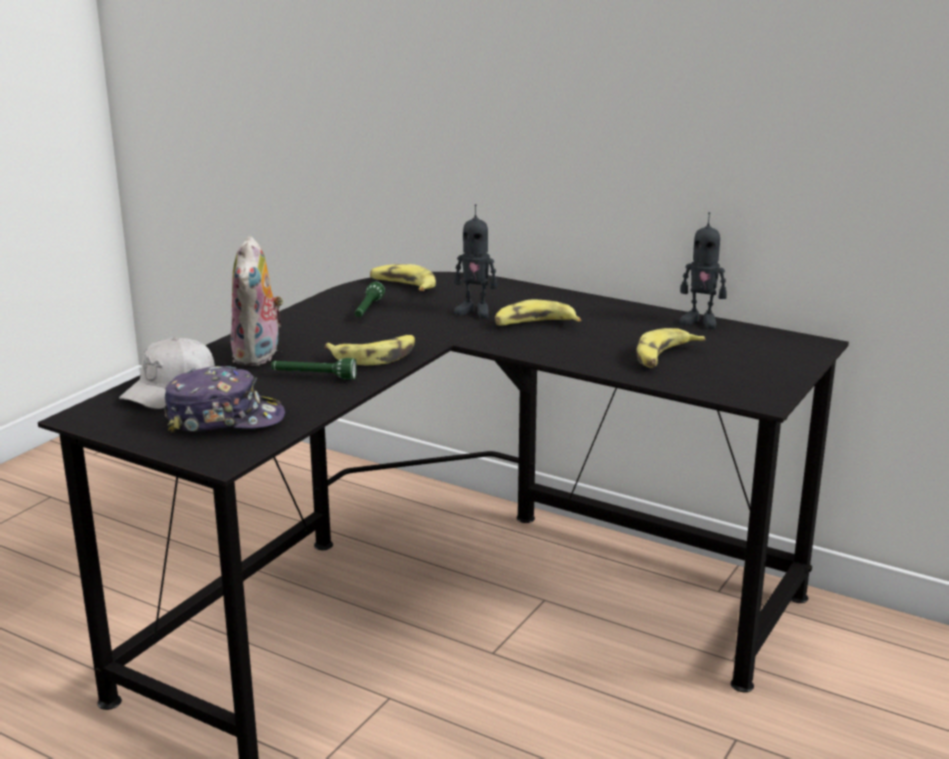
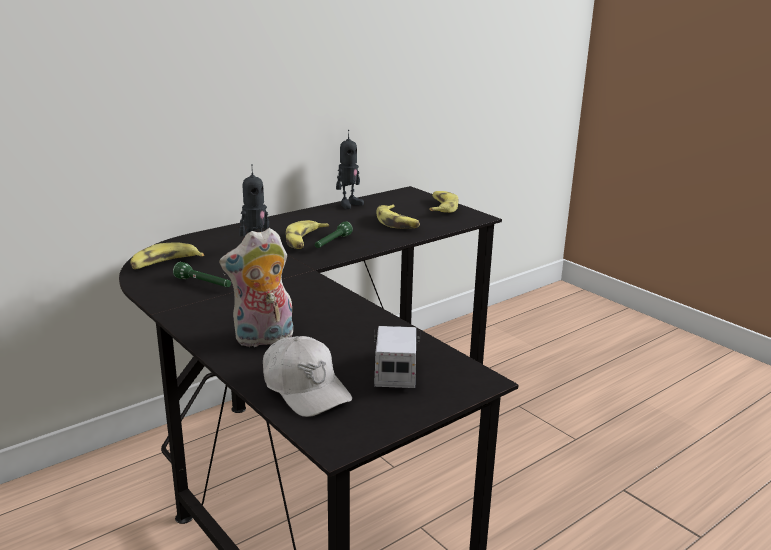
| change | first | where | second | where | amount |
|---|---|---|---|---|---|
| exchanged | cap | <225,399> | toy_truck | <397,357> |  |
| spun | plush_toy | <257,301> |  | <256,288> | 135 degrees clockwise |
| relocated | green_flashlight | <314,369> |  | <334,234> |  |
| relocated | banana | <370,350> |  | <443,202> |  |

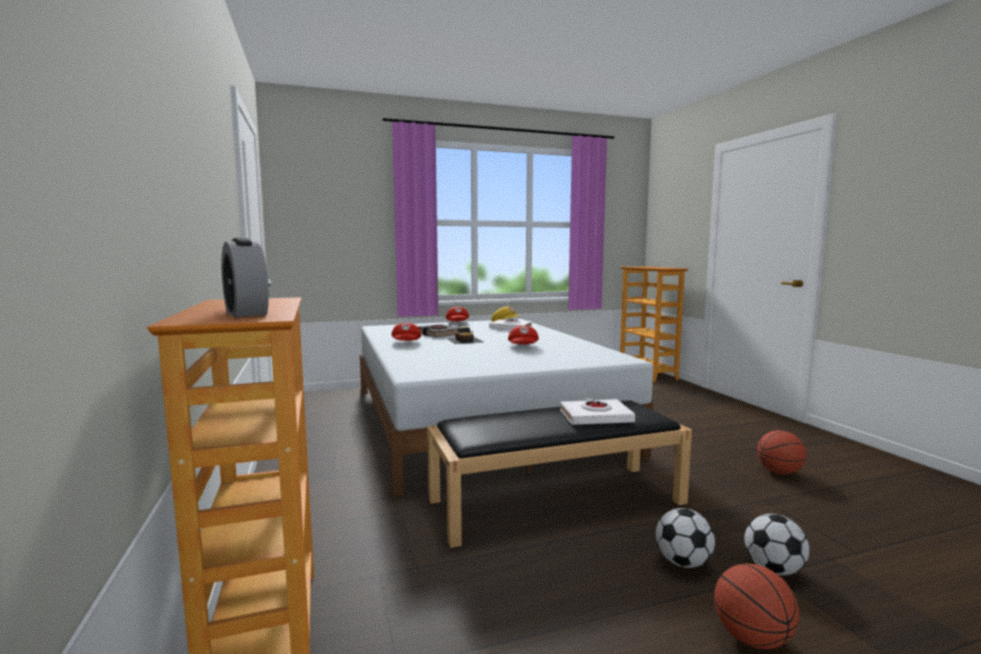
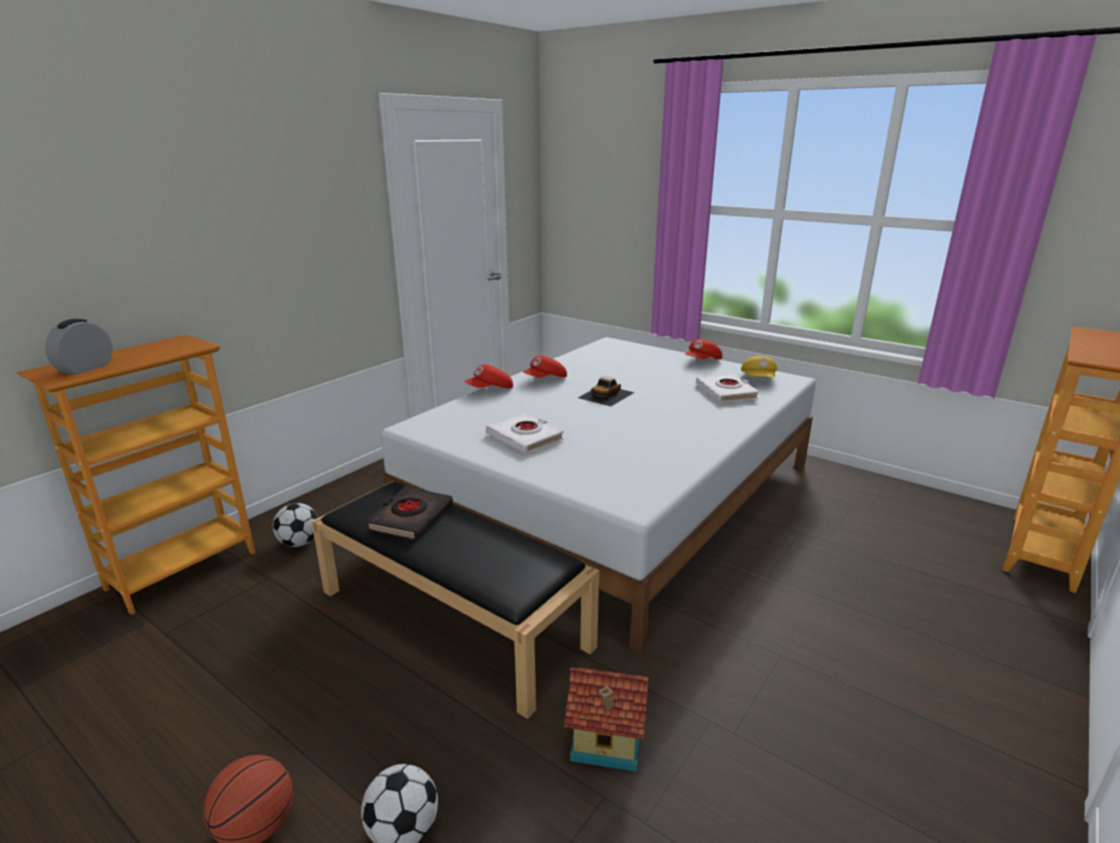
| change | first | where | second | where | amount |
|---|---|---|---|---|---|
| relocated | black_book | <437,330> |  | <409,513> |  |
| relocated | red_cap | <523,335> |  | <489,376> |  |
| relocated | white_book | <597,411> |  | <525,433> |  |
| relocated | football | <685,538> |  | <295,525> |  |
| missing | basketball | <781,452> |  |  |  |
| appeared |  |  | toy_house | <606,719> |  |

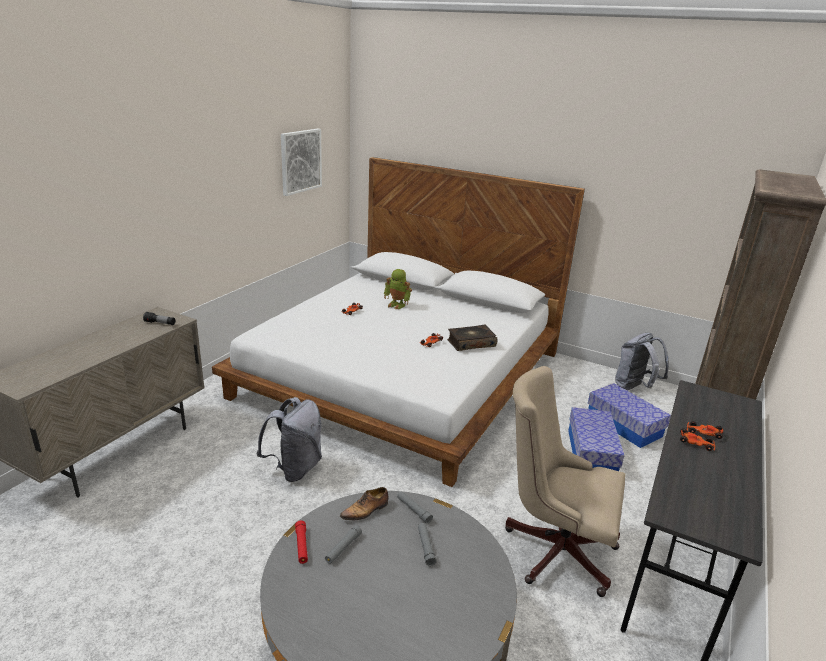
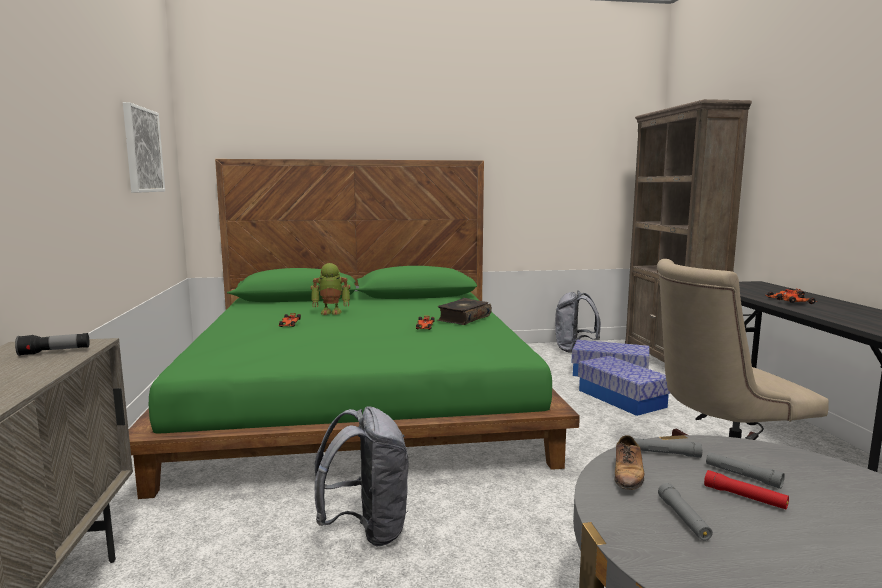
| change | first | where | second | where | amount |
|---|---|---|---|---|---|
| colour | white_bed | <398,322> | green_bed | <354,329> |  |
| relocated | red_flashlight | <301,542> |  | <746,489> |  |

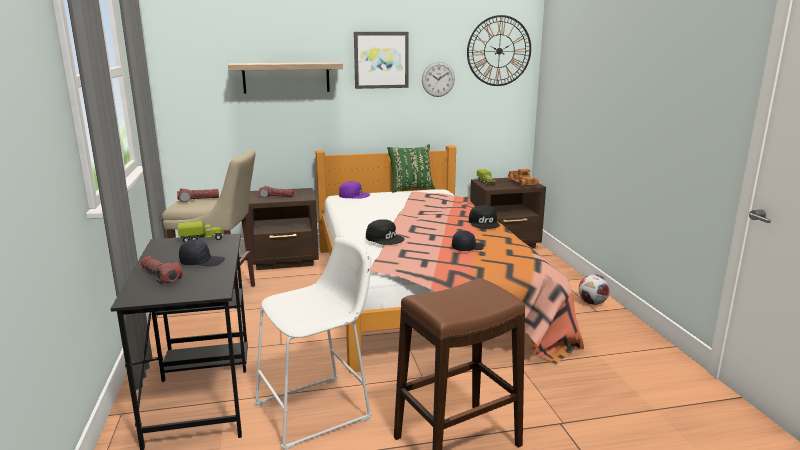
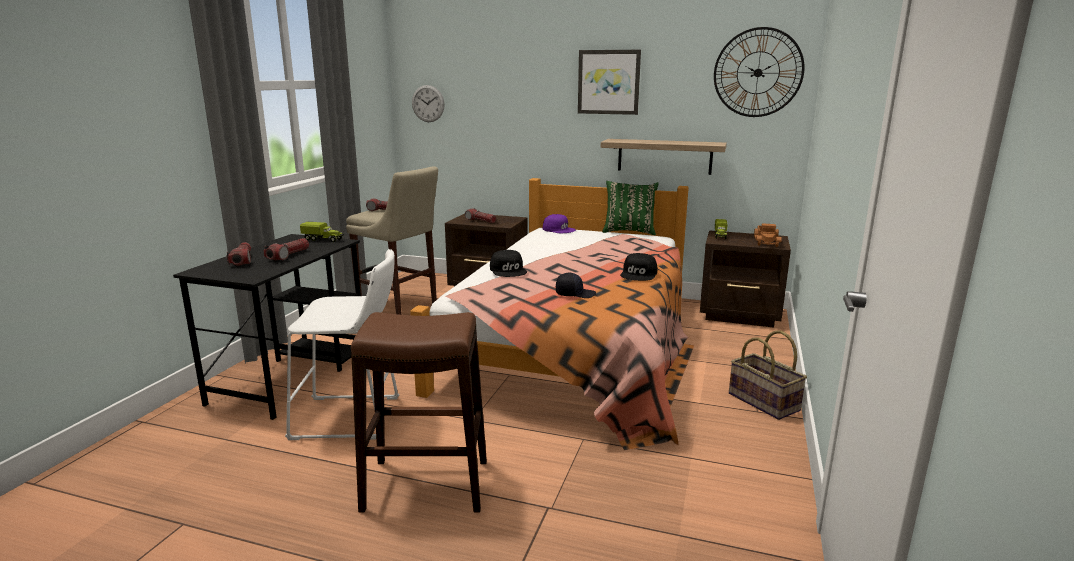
| change | first | where | second | where | amount |
|---|---|---|---|---|---|
| exchanged | black_cap | <202,252> | flashlight | <286,249> |  |
| relocated | shelf | <285,77> |  | <664,157> |  |
| relocated | wall_clock | <438,79> |  | <428,103> |  |
| exchanged | football | <594,289> | basket | <768,375> |  |

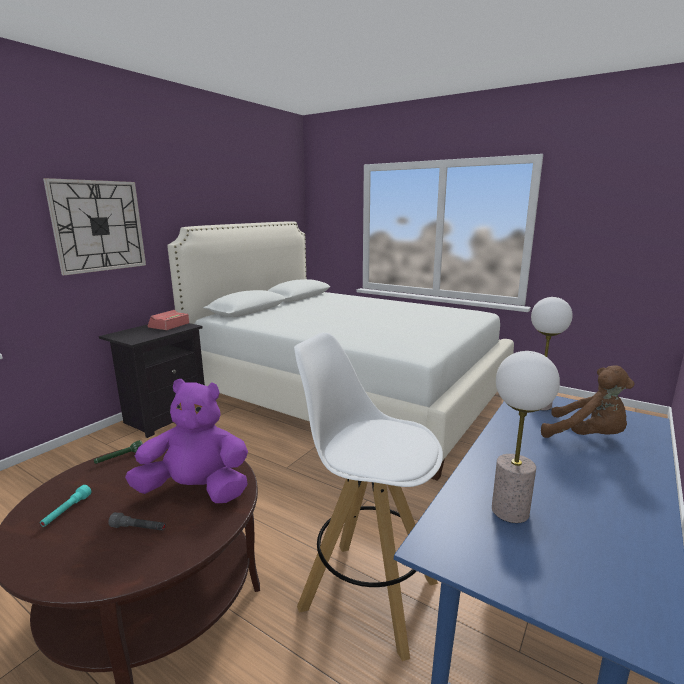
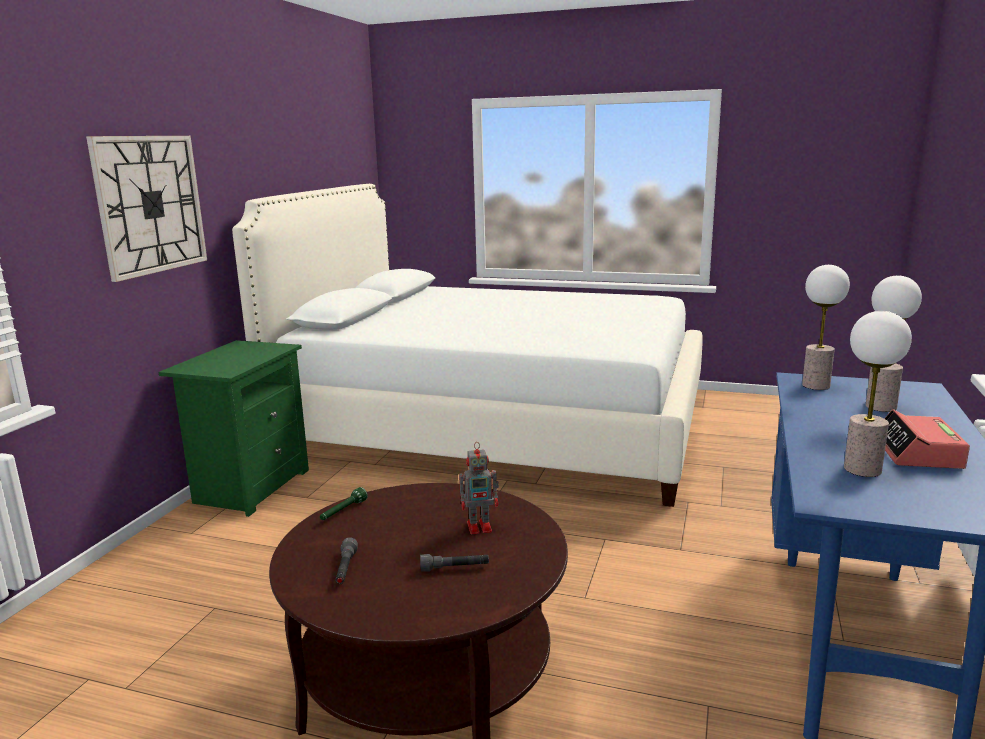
| change | first | where | second | where | amount |
|---|---|---|---|---|---|
| colour | turquoise_flashlight | <65,506> | grey_flashlight | <346,560> |  |
| colour | black_nightstand | <152,380> | green_nightstand | <233,428> |  |
| exchanged | purple_plush_toy | <186,441> | toy_robot | <479,488> |  |
| relocated | alarm_clock | <168,320> |  | <927,439> |  |
| missing | white_stool | <368,496> |  |  |  |
| exchanged | brown_plush_toy | <588,401> | table_lamp | <894,344> |  |

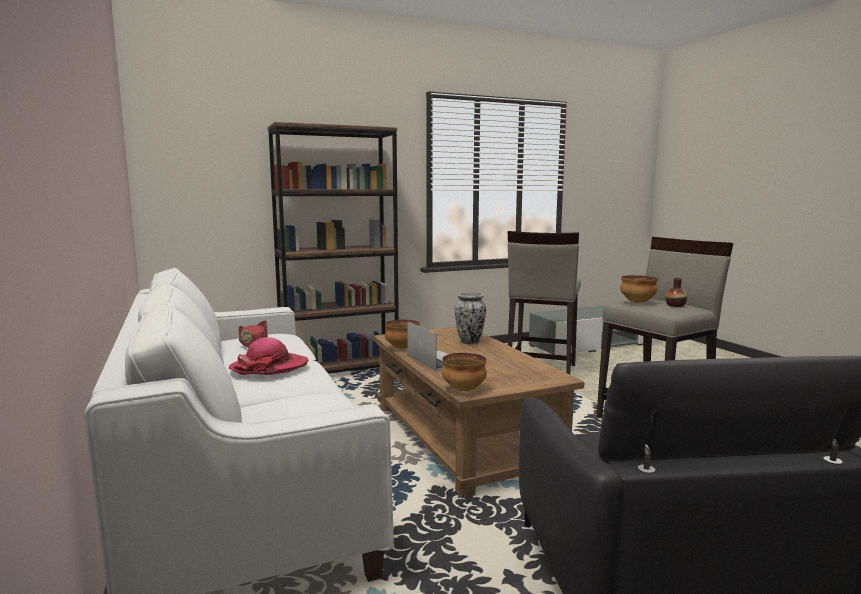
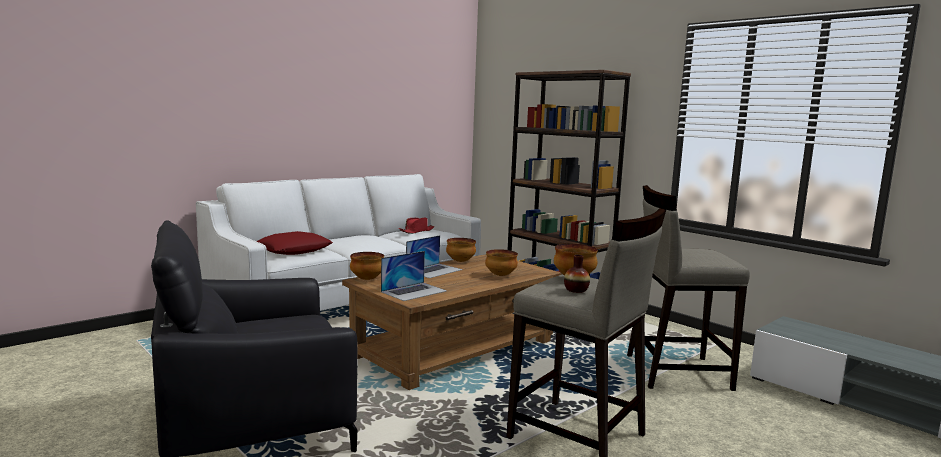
| change | first | where | second | where | amount |
|---|---|---|---|---|---|
| missing | hat | <268,356> |  |  |  |
| exchanged | vase | <470,318> | bowl | <501,262> |  |
| appeared |  |  | red_pillow | <295,243> |  |
| appeared |  |  | laptop | <413,276> |  |

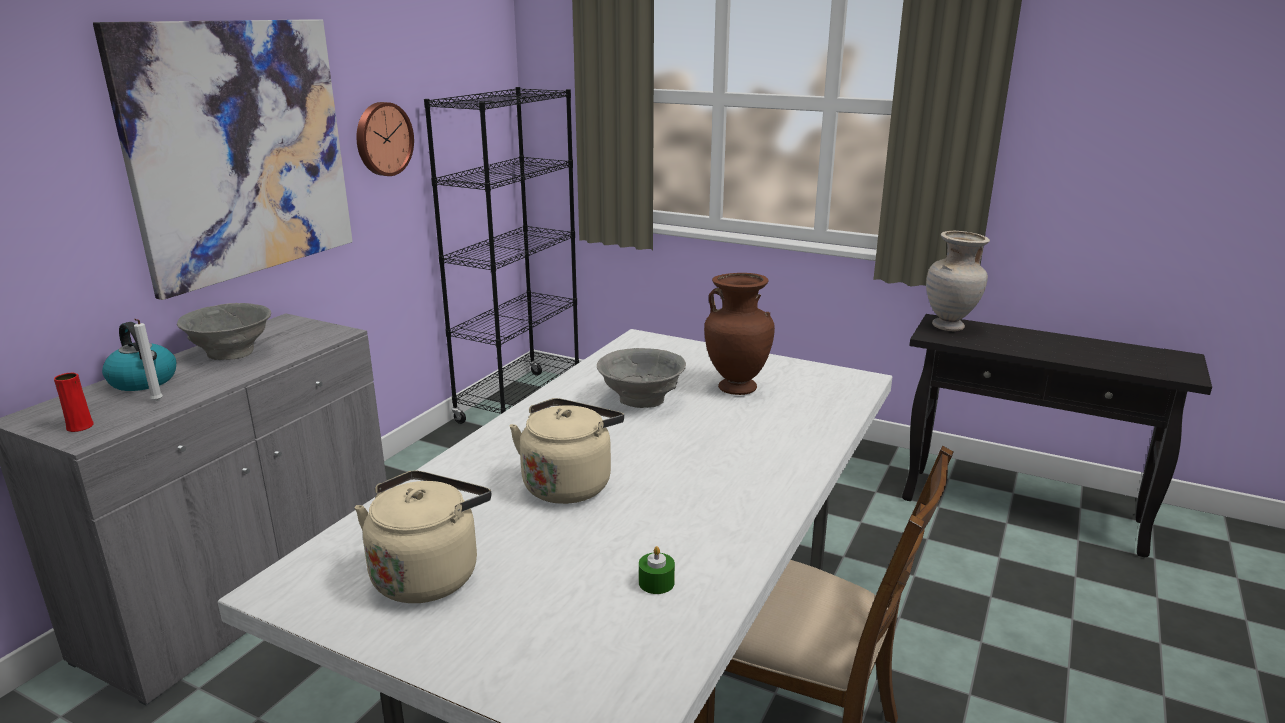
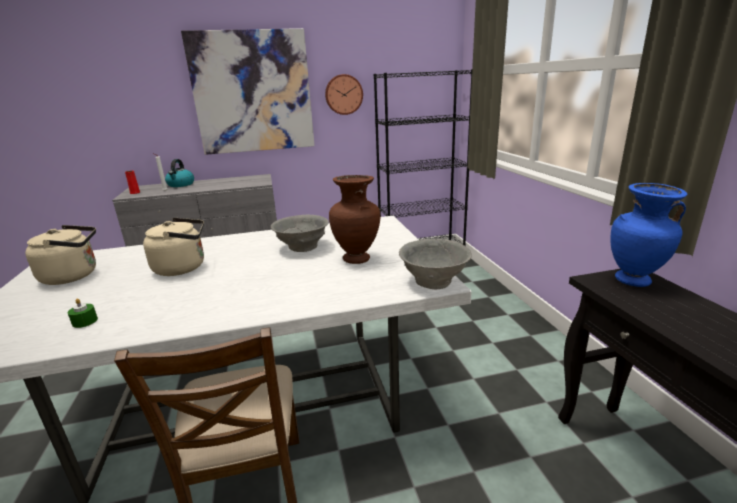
| change | first | where | second | where | amount |
|---|---|---|---|---|---|
| relocated | grey_bowl | <224,331> |  | <435,264> |  |
| colour | beige_vase | <958,281> | blue_vase | <648,235> |  |

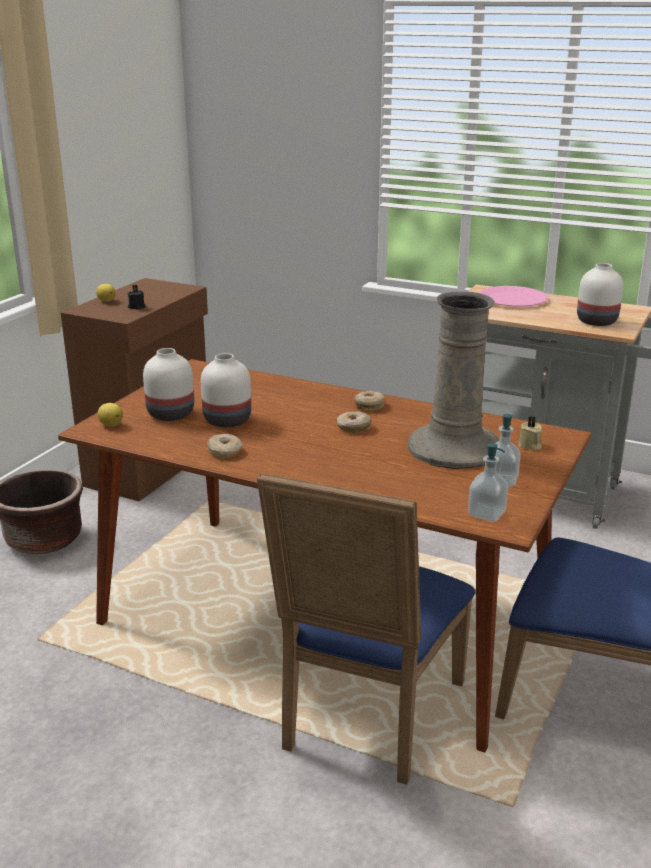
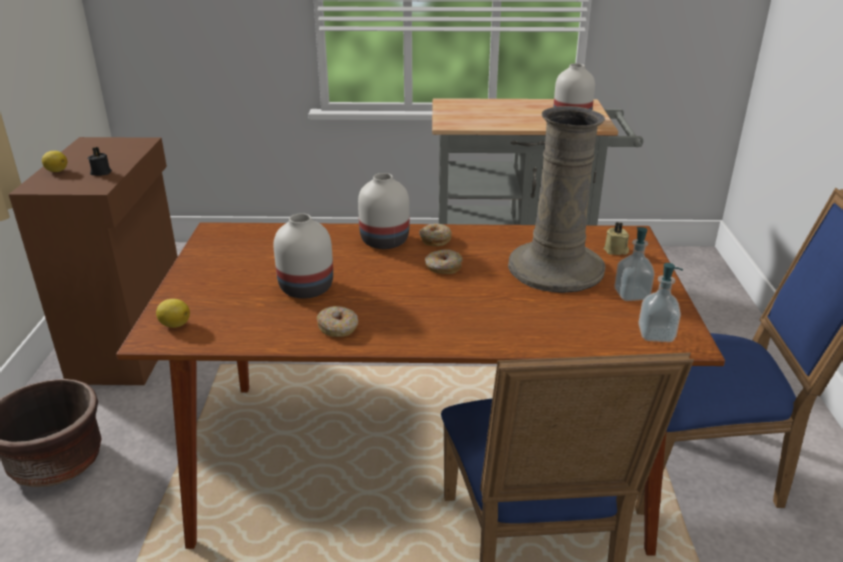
| change | first | where | second | where | amount |
|---|---|---|---|---|---|
| relocated | white_vase | <168,384> |  | <383,211> |  |
| missing | pink_plate | <513,296> |  |  |  |

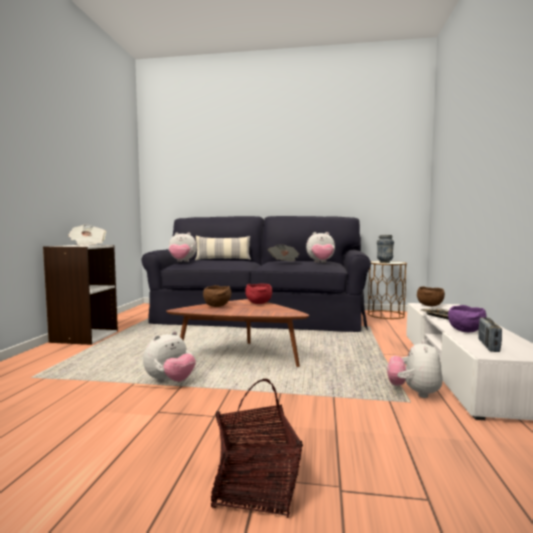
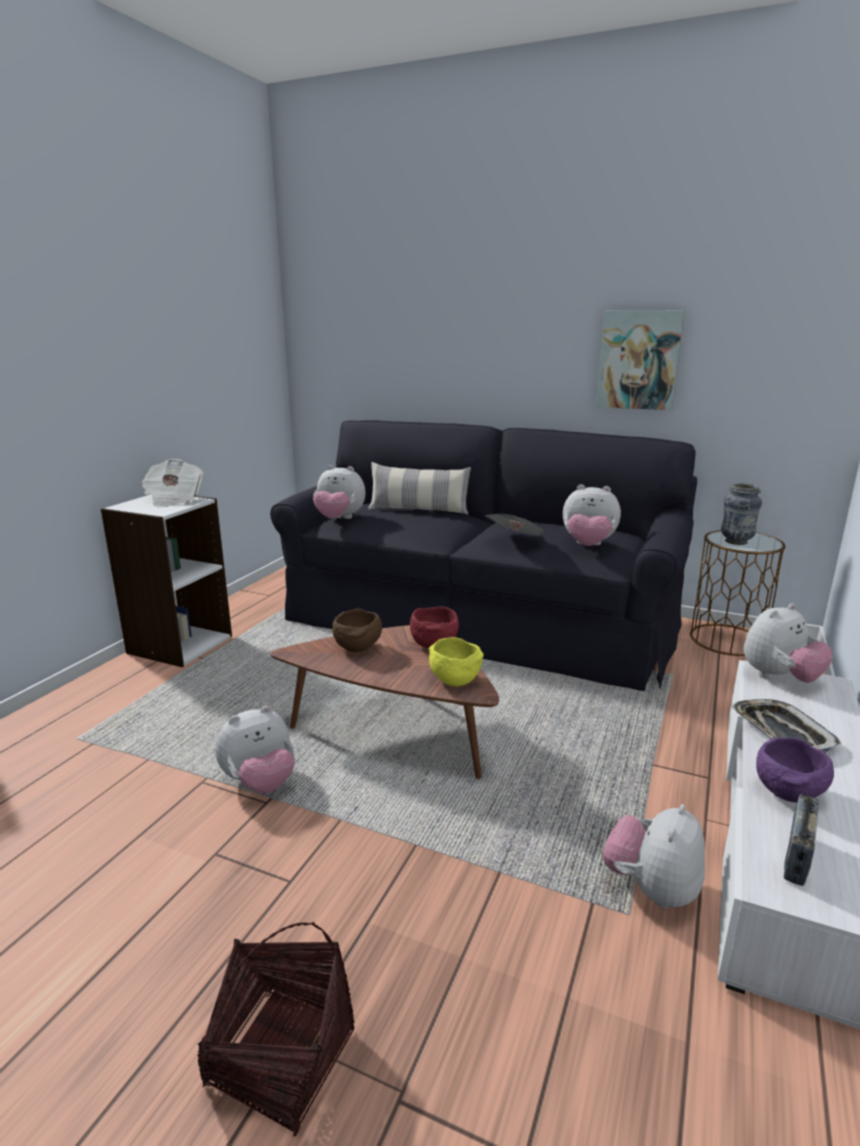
| change | first | where | second | where | amount |
|---|---|---|---|---|---|
| exchanged | brown_bowl | <431,296> | plush_toy | <788,643> |  |
| appeared |  |  | yellow_bowl | <456,661> |  |
| appeared |  |  | picture | <640,360> |  |

